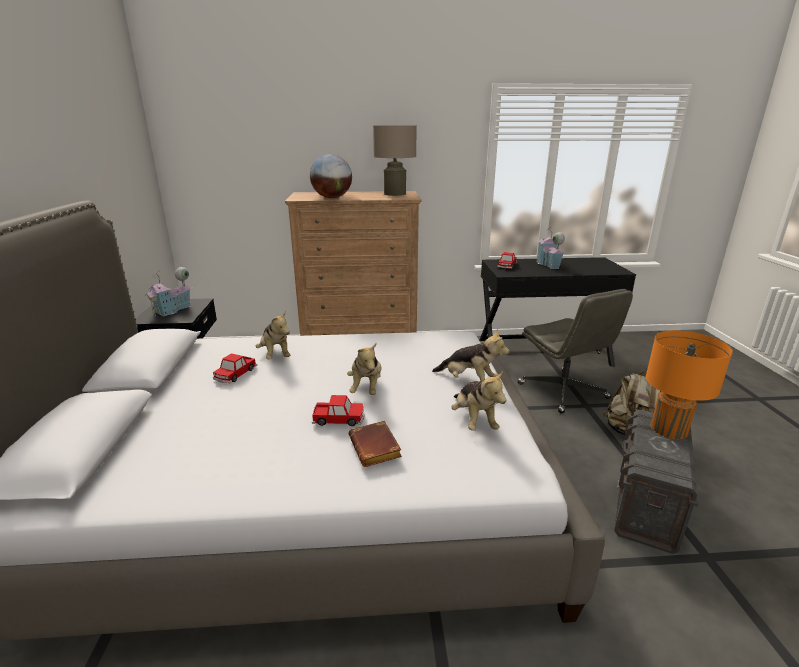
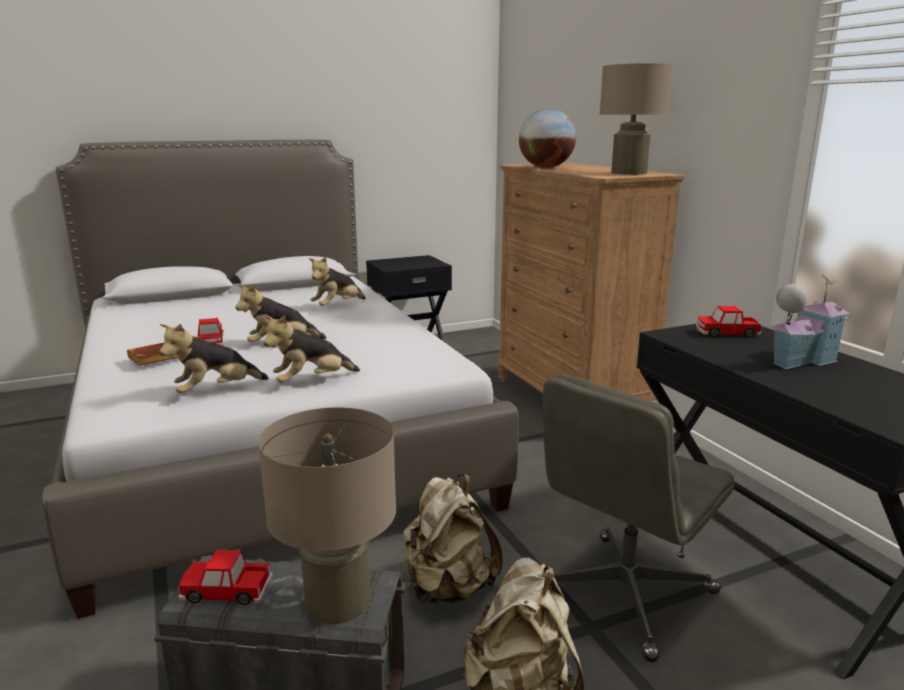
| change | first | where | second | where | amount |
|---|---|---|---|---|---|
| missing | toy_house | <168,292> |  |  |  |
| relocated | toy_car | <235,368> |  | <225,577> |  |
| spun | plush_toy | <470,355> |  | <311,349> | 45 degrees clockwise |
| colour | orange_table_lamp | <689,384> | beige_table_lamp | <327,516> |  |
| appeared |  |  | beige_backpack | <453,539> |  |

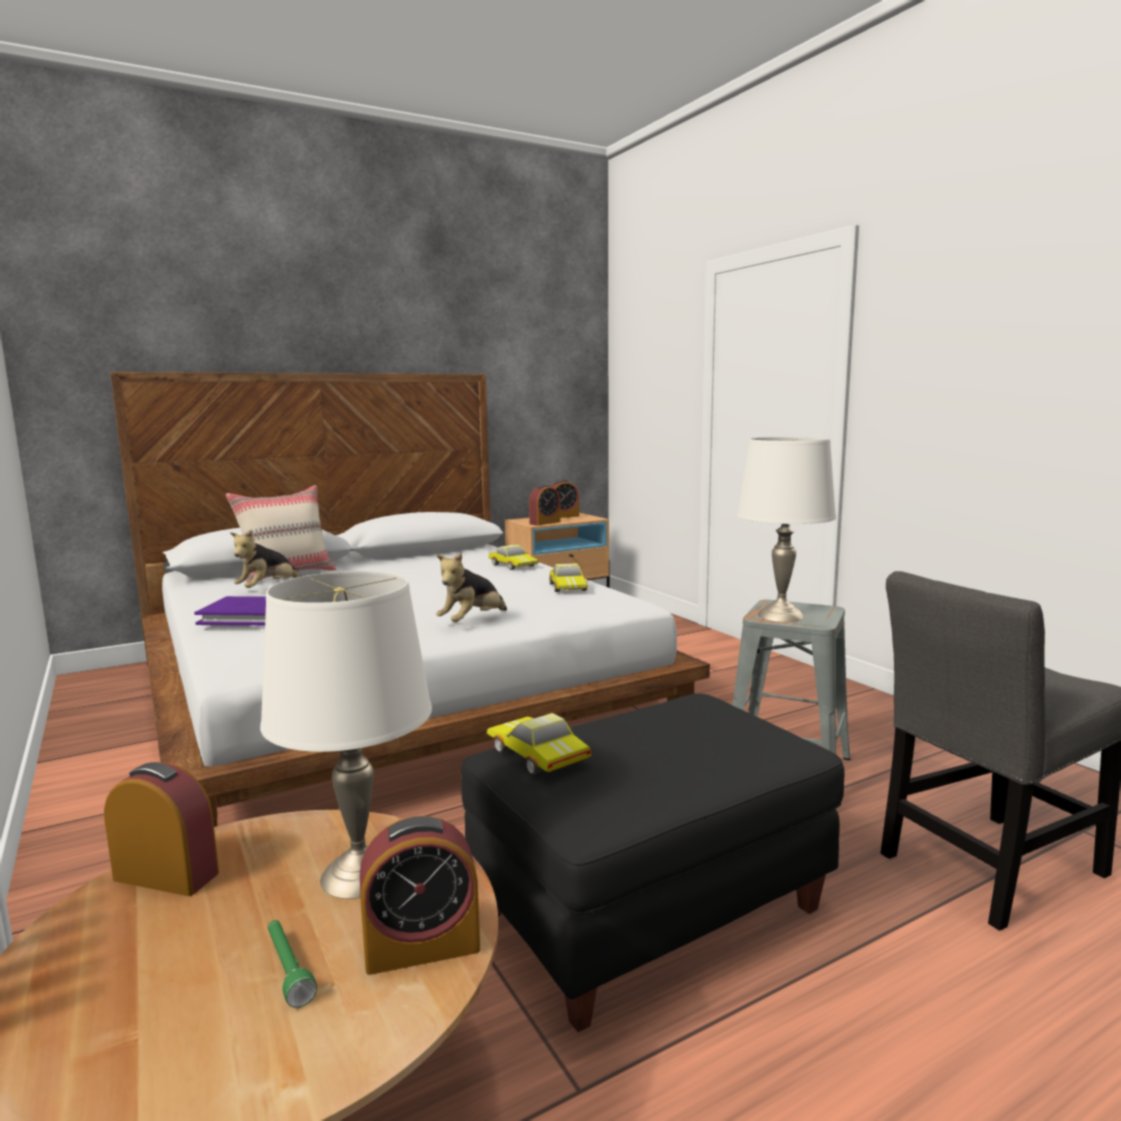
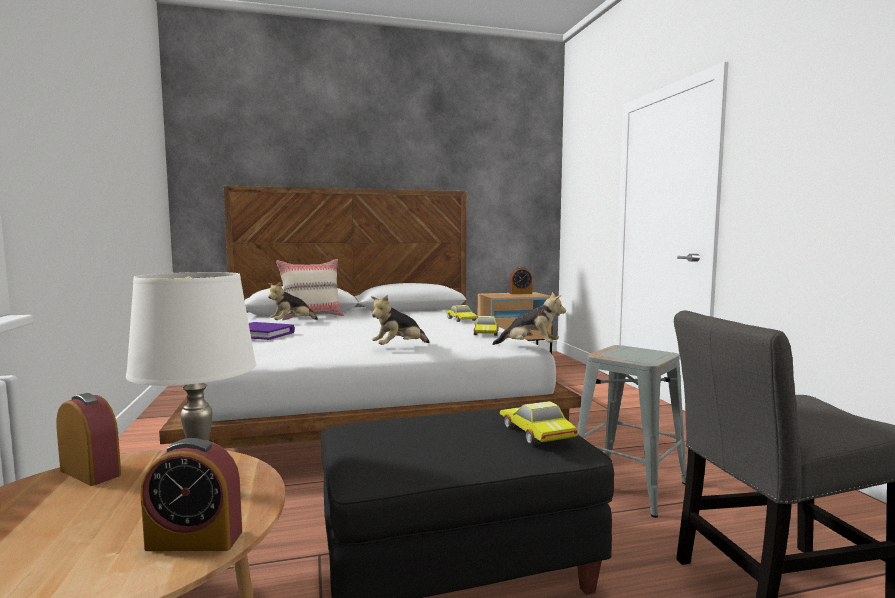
| change | first | where | second | where | amount |
|---|---|---|---|---|---|
| missing | green_flashlight | <292,964> |  |  |  |
| relocated | toy_car | <539,744> |  | <539,422> |  |
| missing | alarm_clock | <545,505> |  |  |  |
| missing | white_table_lamp | <786,529> |  |  |  |
| appeared |  |  | plush_toy | <529,318> |  |

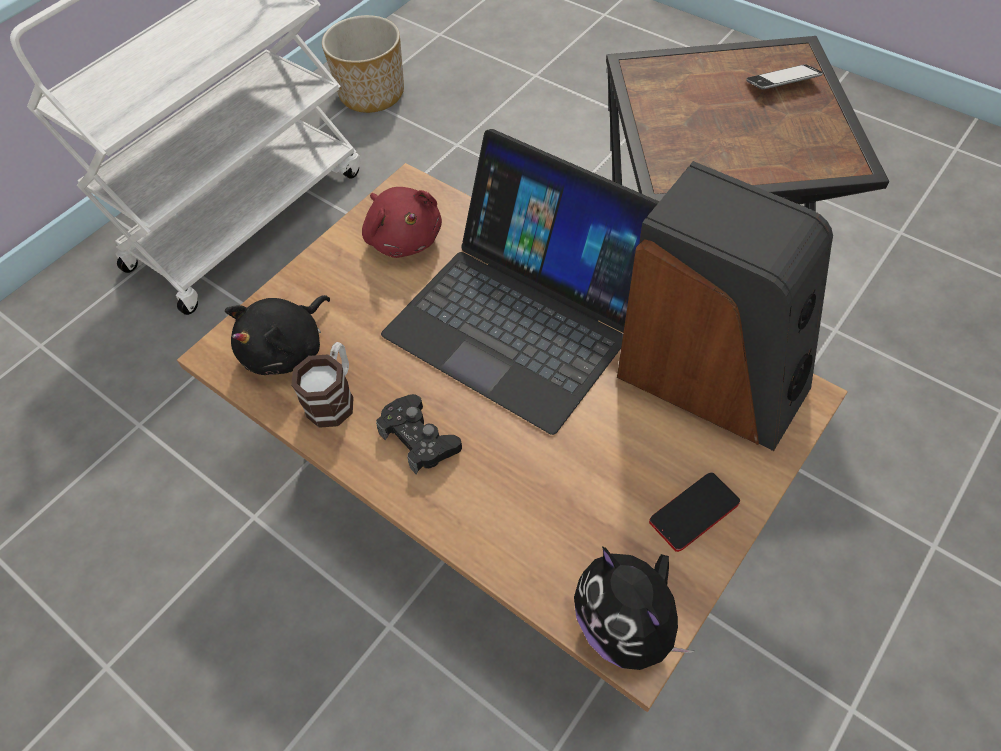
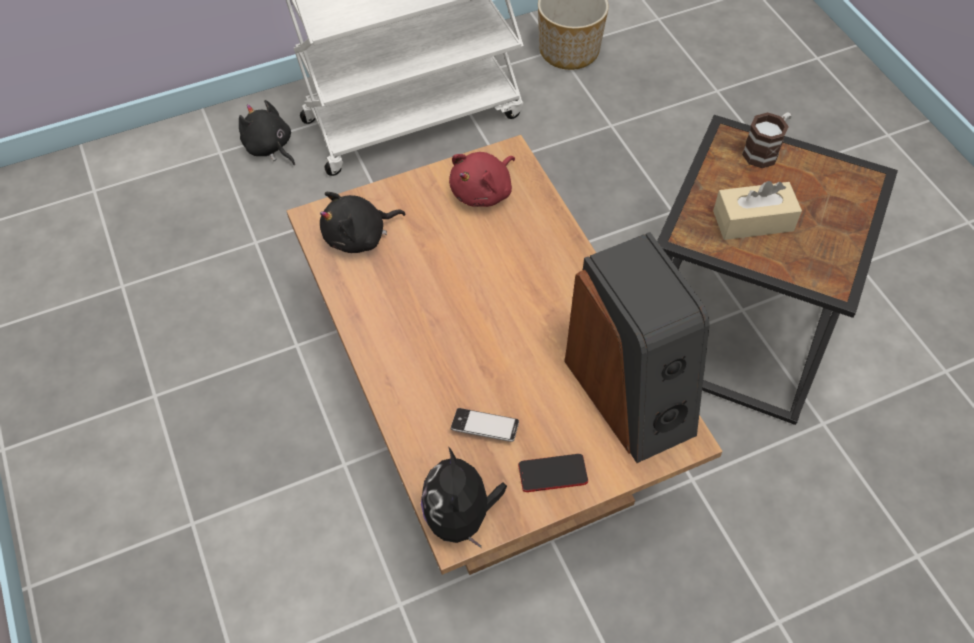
| change | first | where | second | where | amount |
|---|---|---|---|---|---|
| relocated | mug | <322,385> |  | <766,140> |  |
| spun | red_plush_toy | <402,222> |  | <482,179> | 45 degrees clockwise |
| missing | black_game_controller | <419,434> |  |  |  |
| missing | laptop | <520,282> |  |  |  |
| relocated | phone | <784,76> |  | <485,425> |  |
| appeared |  |  | black_plush_toy | <267,132> |  |
| appeared |  |  | beige_tissue_box | <757,210> |  |

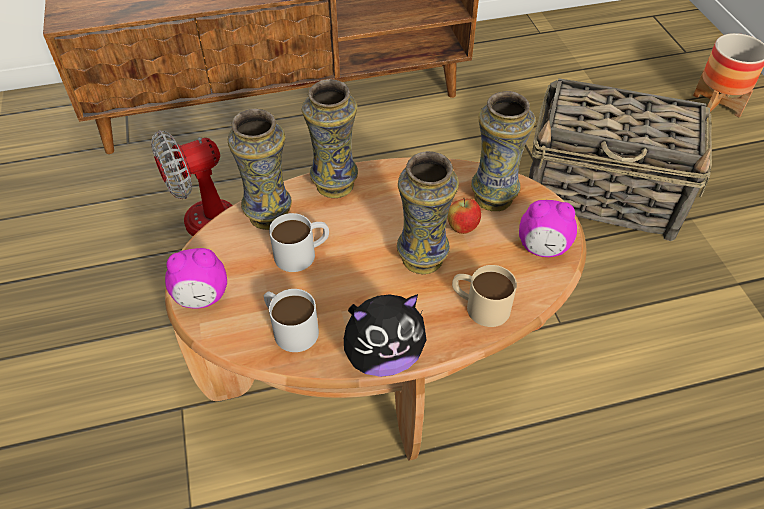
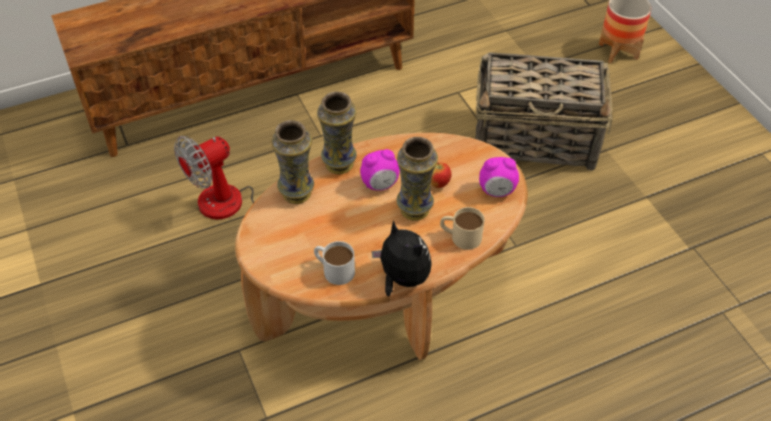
| change | first | where | second | where | amount |
|---|---|---|---|---|---|
| relocated | alarm_clock | <196,278> |  | <380,170> |  |
| missing | white_mug | <299,242> |  |  |  |
| spun | plush_toy | <385,335> |  | <401,258> | 105 degrees counterclockwise |
| missing | vase | <503,151> |  |  |  |

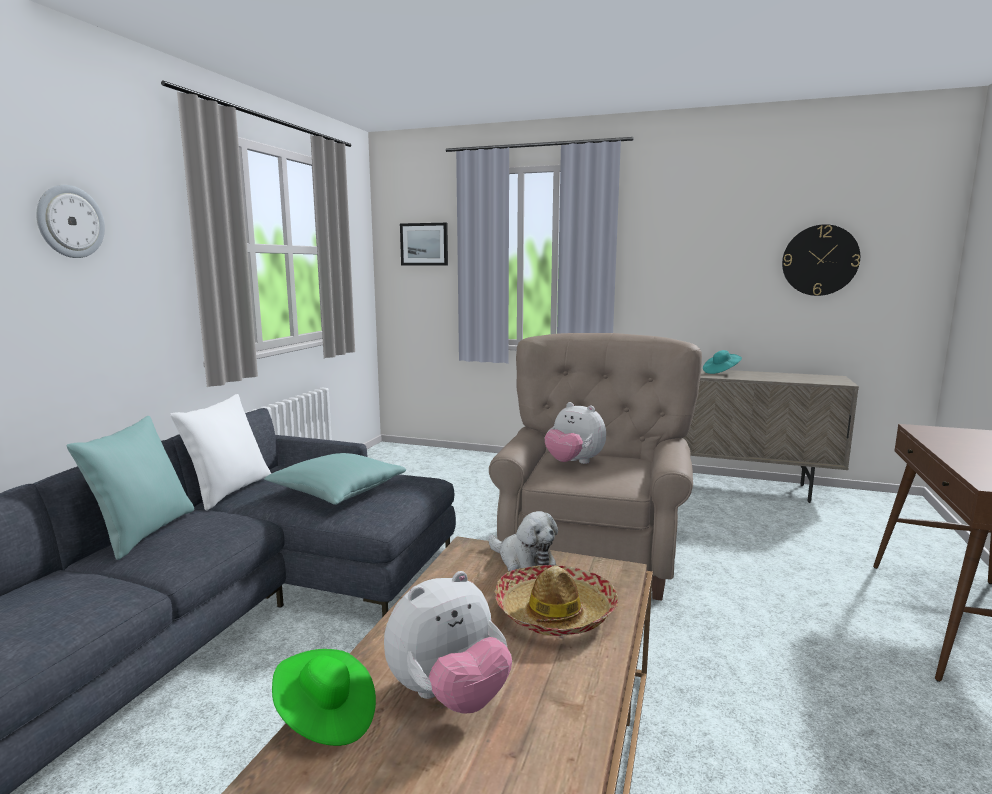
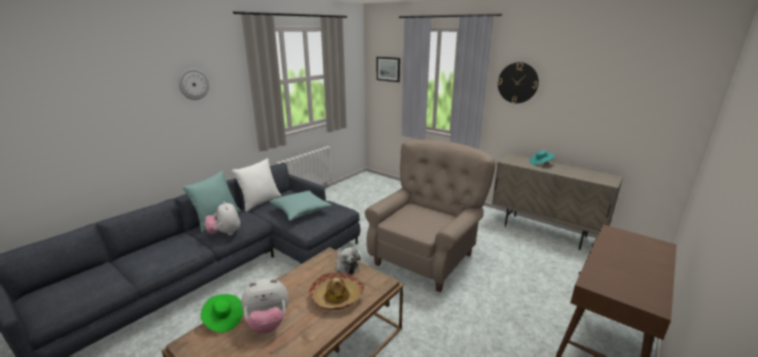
| change | first | where | second | where | amount |
|---|---|---|---|---|---|
| relocated | plush_toy | <575,433> |  | <222,218> |  |
| relocated | wall_clock | <821,260> |  | <518,82> |  |

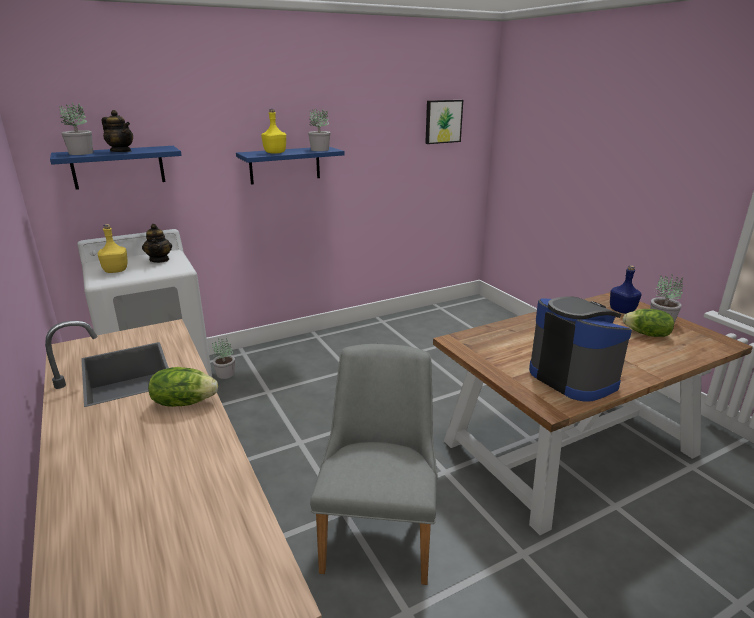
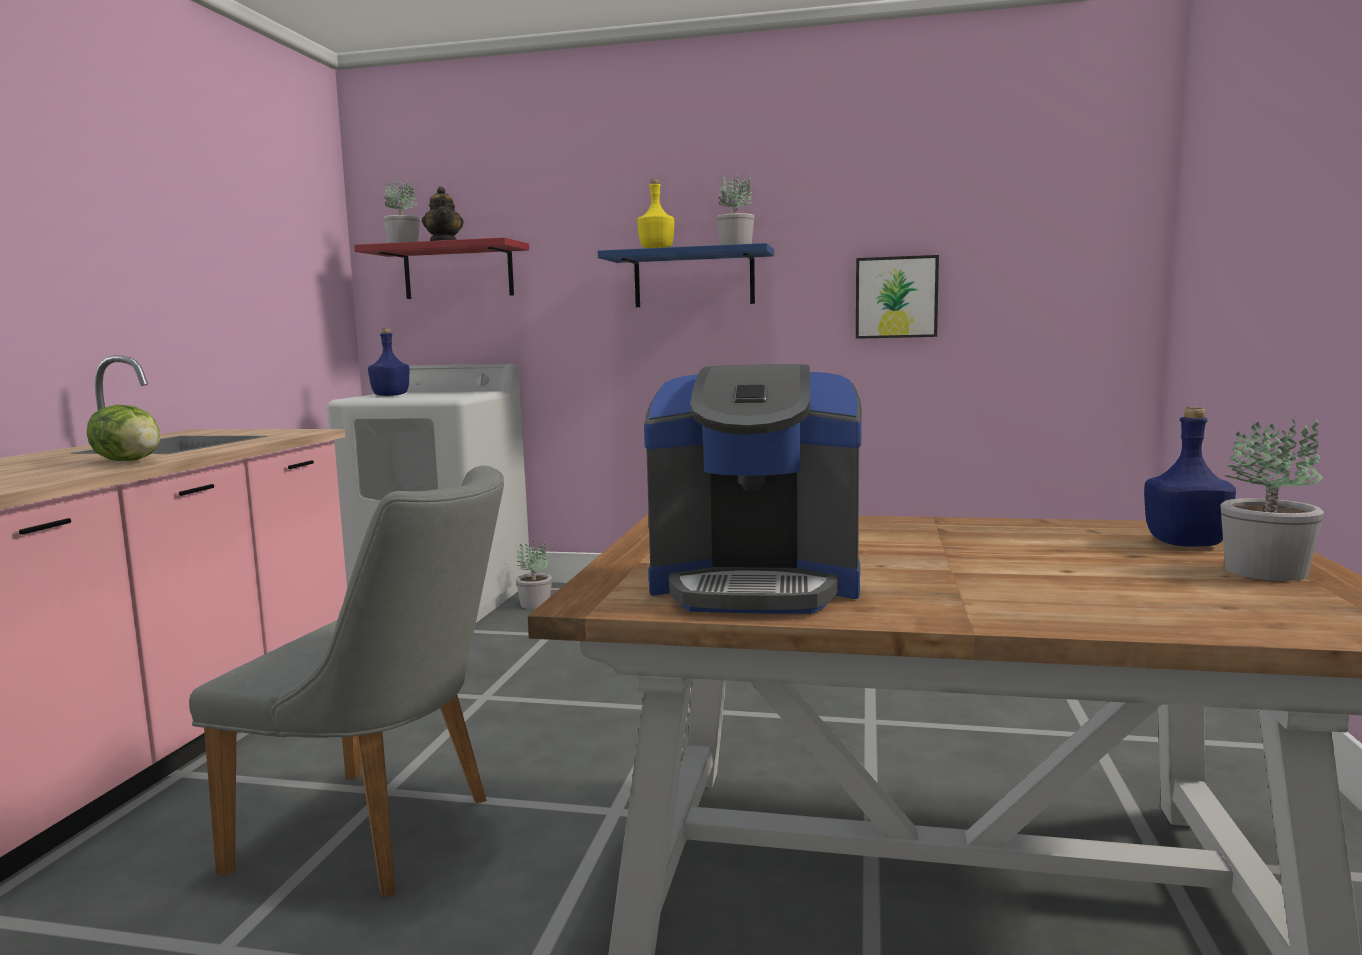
| change | first | where | second | where | amount |
|---|---|---|---|---|---|
| colour | blue_shelf | <116,168> | red_shelf | <441,268> |  |
| colour | yellow_bottle | <113,248> | blue_bottle | <389,362> |  |
| missing | teapot | <157,243> |  |  |  |
| spun | grey_chair | <374,464> |  | <346,682> | 60 degrees clockwise |
| relocated | picture | <444,122> |  | <897,297> |  |
| spun | coffee_machine | <580,349> |  | <753,489> | 90 degrees clockwise |
| missing | lettuce | <648,323> |  |  |  |

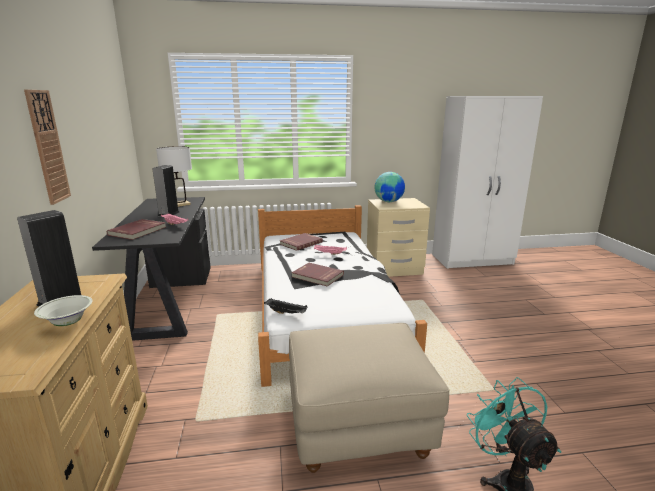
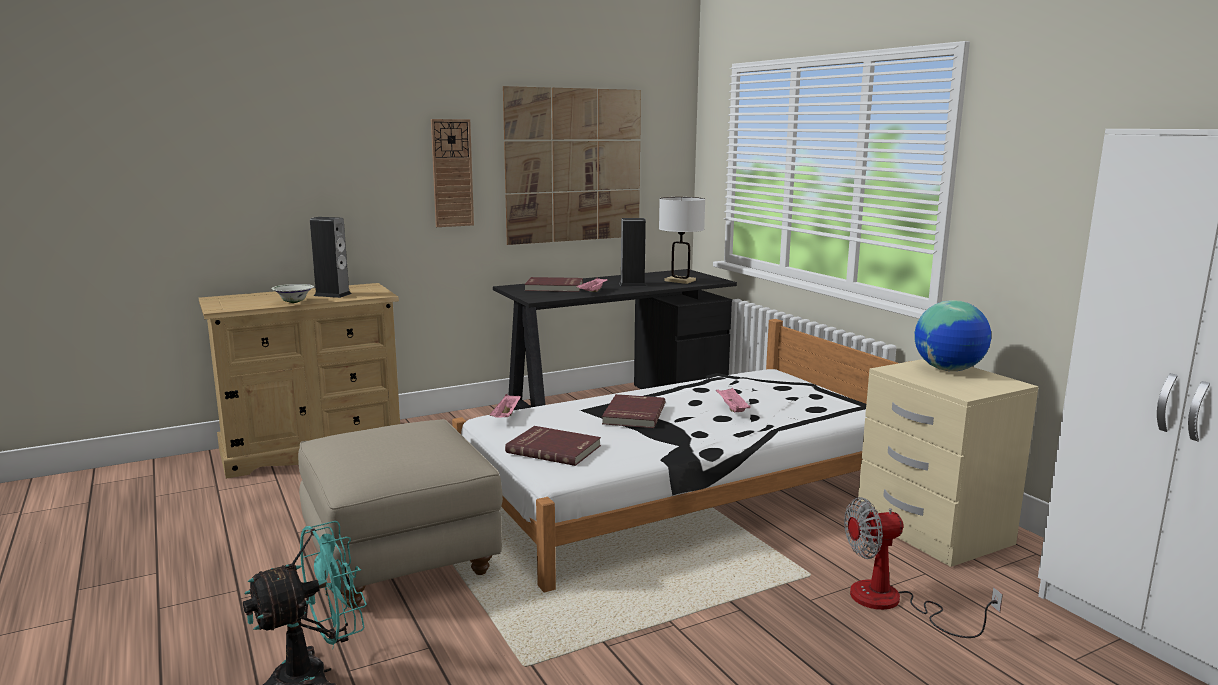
| change | first | where | second | where | amount |
|---|---|---|---|---|---|
| colour | black_tray | <285,306> | pink_tray | <505,406> |  |
| relocated | red_book | <301,242> |  | <553,446> |  |
| appeared |  |  | picture | <572,165> |  |
| appeared |  |  | fan | <923,567> |  |

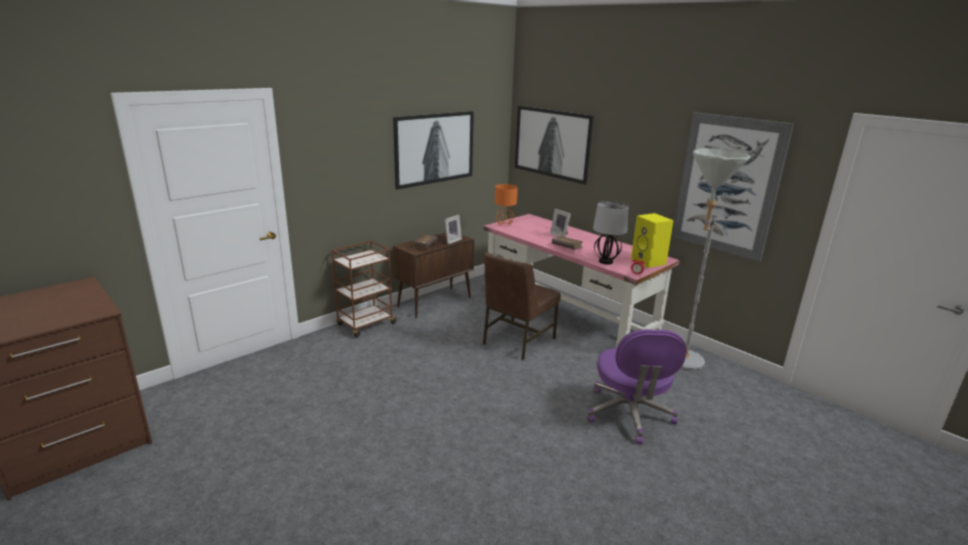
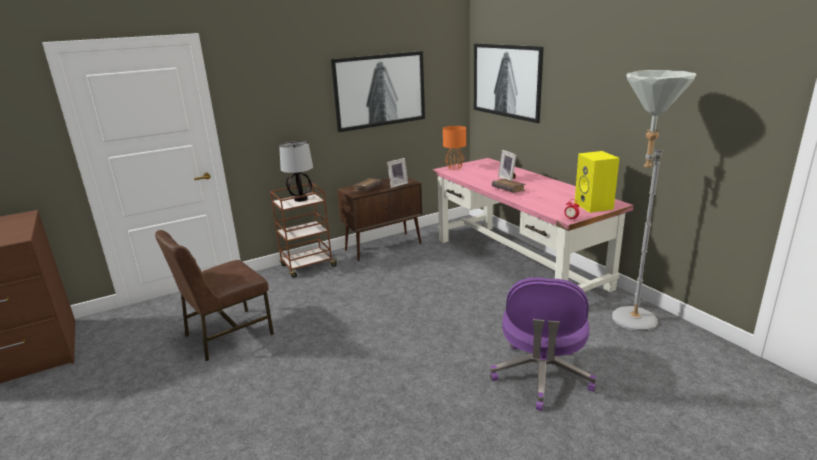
| change | first | where | second | where | amount |
|---|---|---|---|---|---|
| relocated | brown_chair | <522,306> |  | <214,295> |  |
| relocated | table_lamp | <611,233> |  | <296,171> |  |
| missing | picture | <733,187> |  |  |  |

